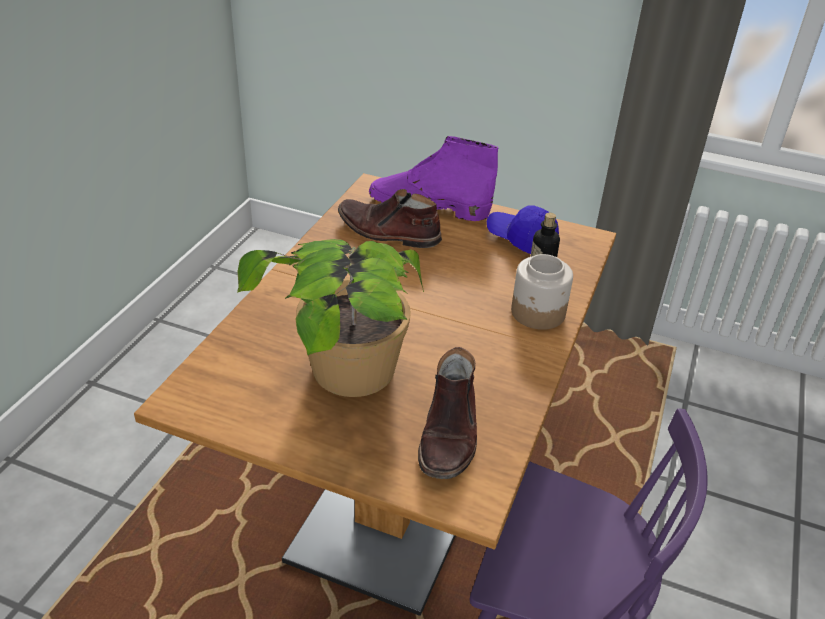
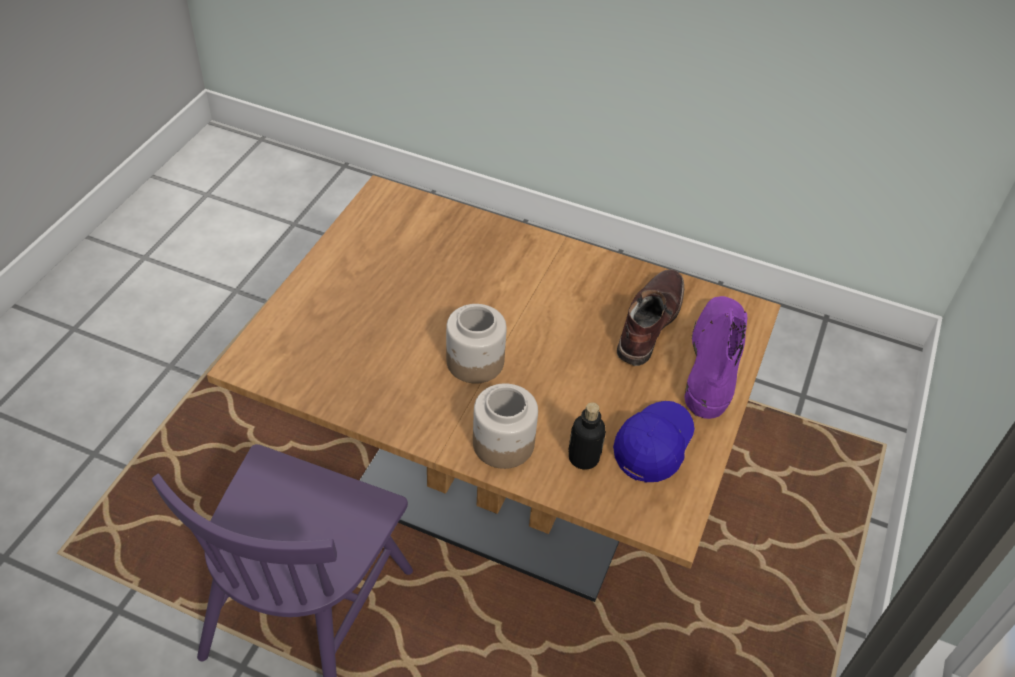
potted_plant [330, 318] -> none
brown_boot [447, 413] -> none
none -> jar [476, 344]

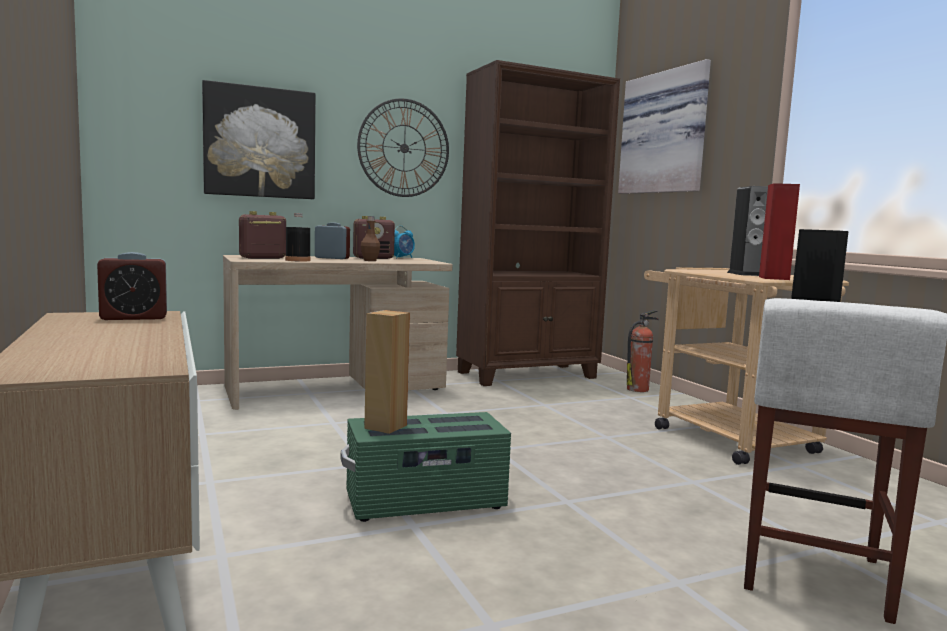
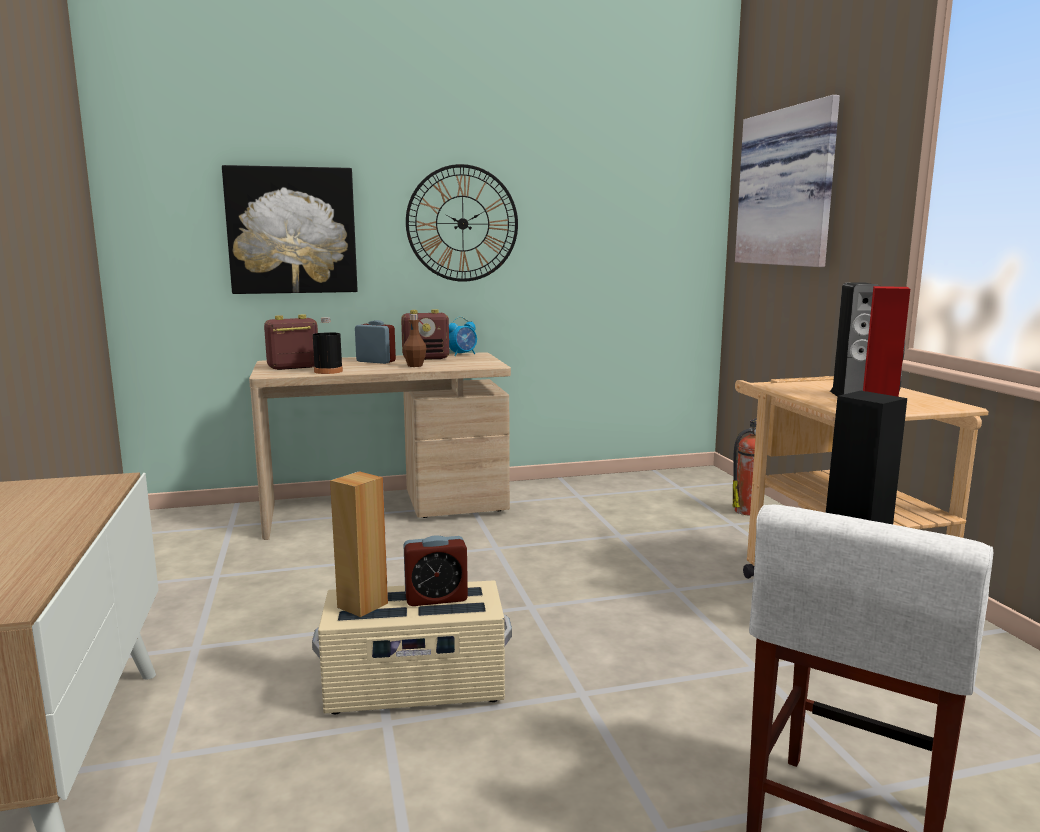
brown_bookcase [538, 223] -> none
alarm_clock [132, 286] -> alarm_clock [435, 570], relocated
green_storage_box [426, 467] -> beige_storage_box [412, 647]

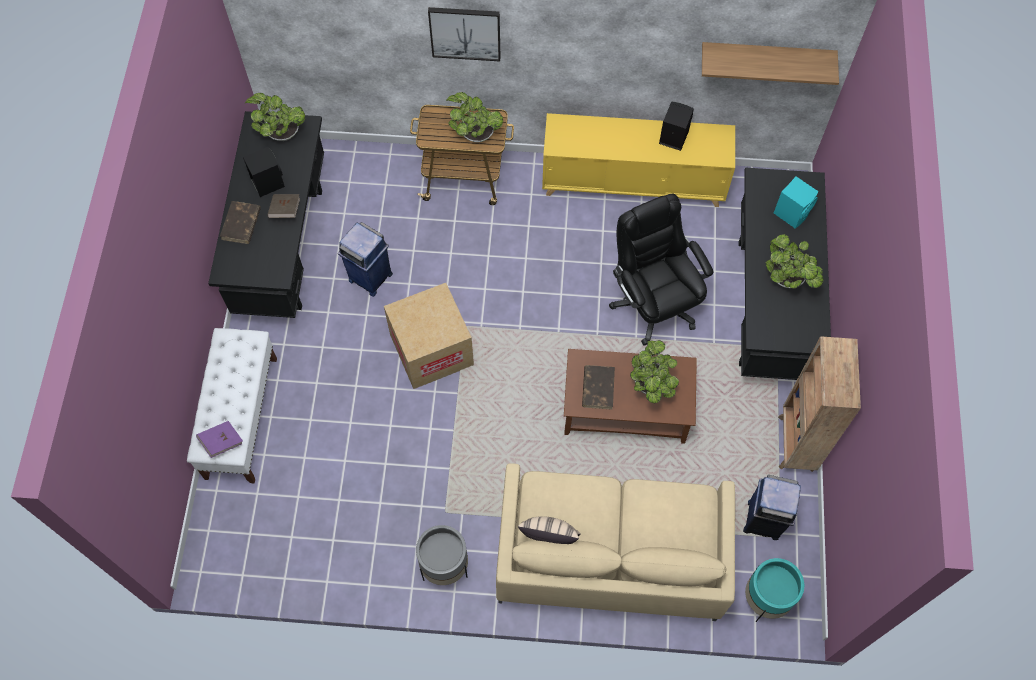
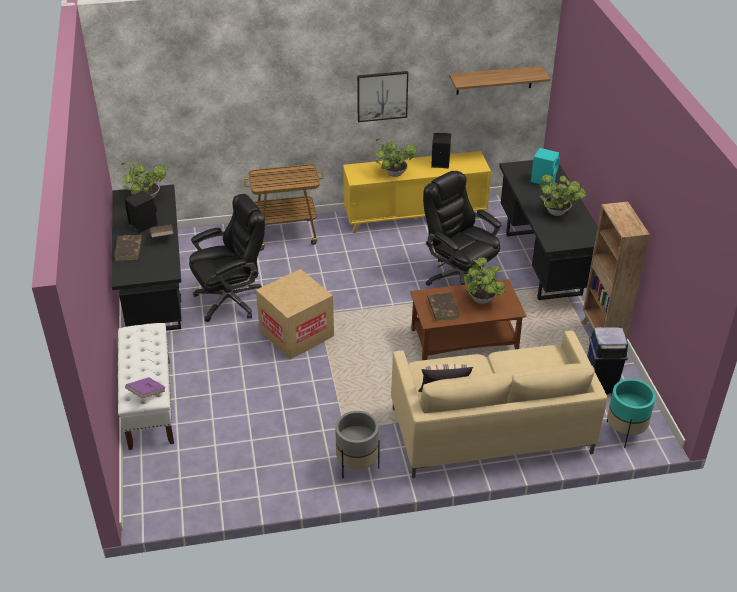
picture [464, 34] -> picture [382, 96], relocated
potted_plant [474, 117] -> potted_plant [393, 158], relocated
blue_trash_can [365, 259] -> black_office_chair [227, 258]

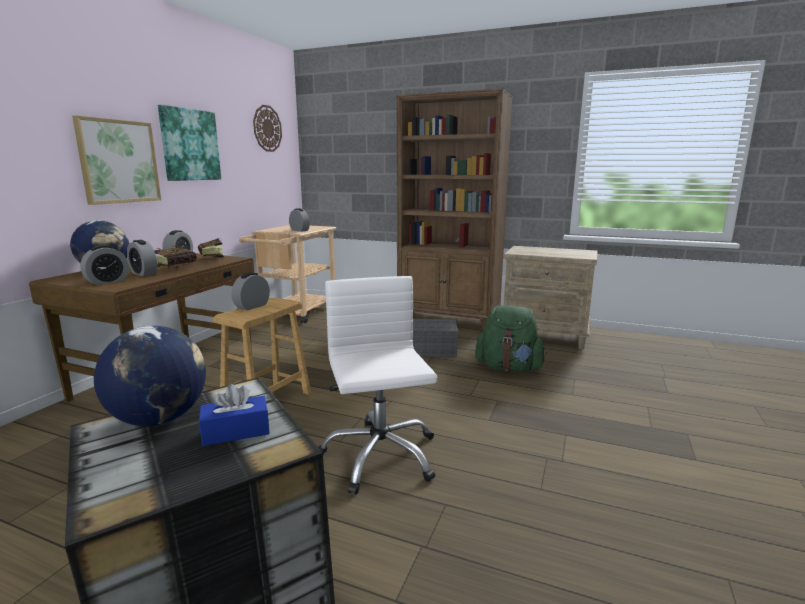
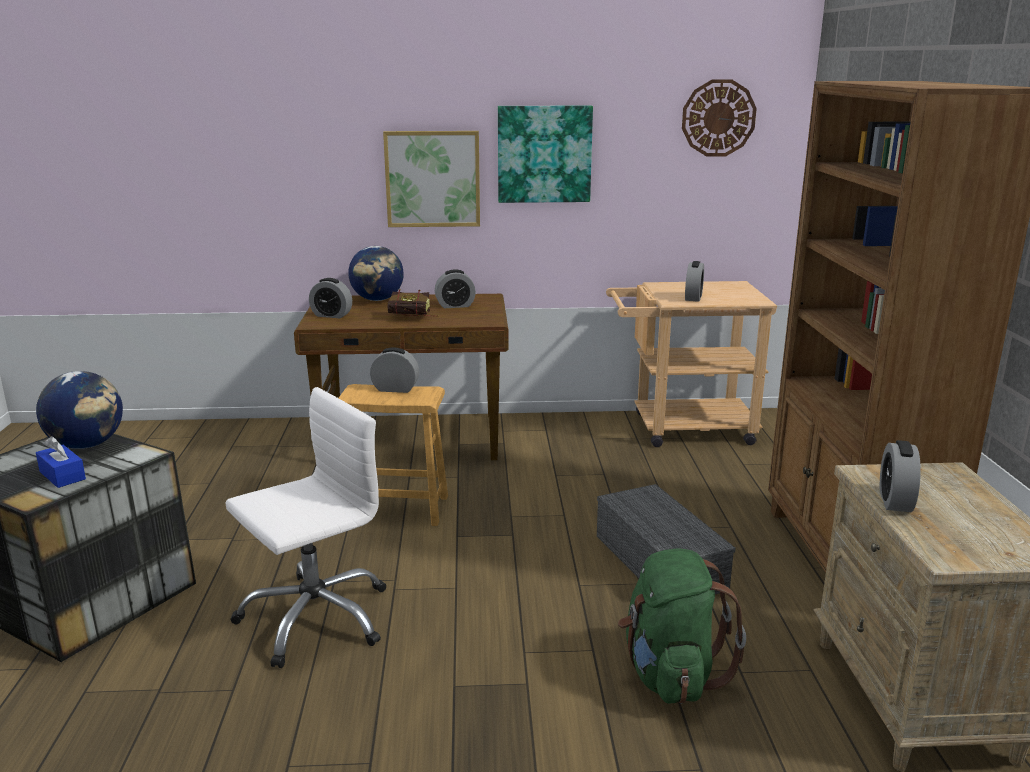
book [211, 250] -> none
alarm_clock [142, 258] -> alarm_clock [900, 476], relocated

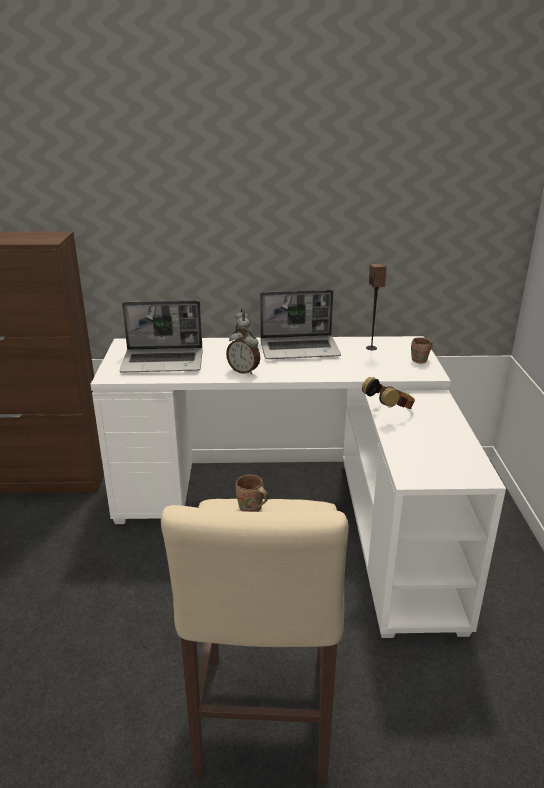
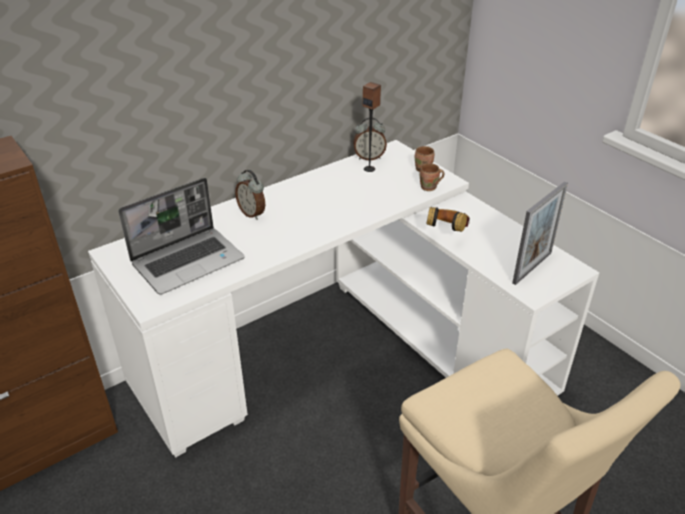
laptop [300, 324] -> none
none -> picture_frame [540, 233]
alarm_clock [243, 351] -> alarm_clock [370, 139], relocated
brown_mug [252, 493] -> brown_mug [432, 177], relocated

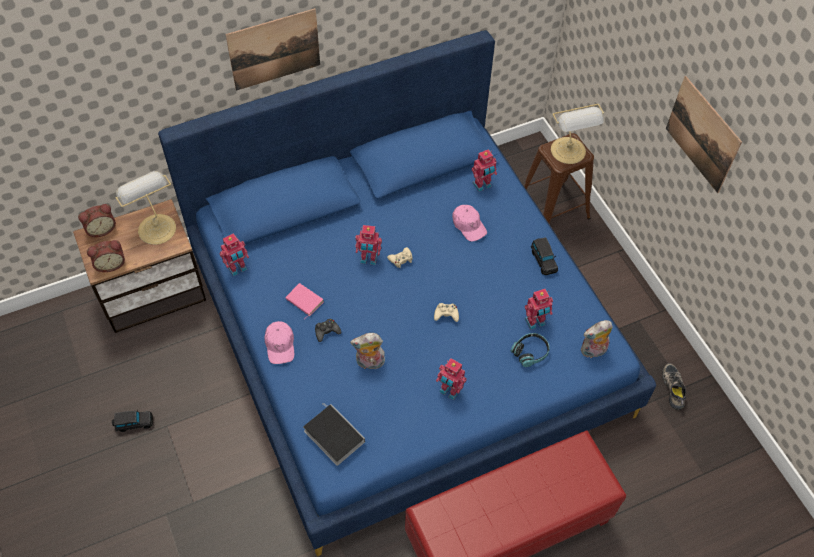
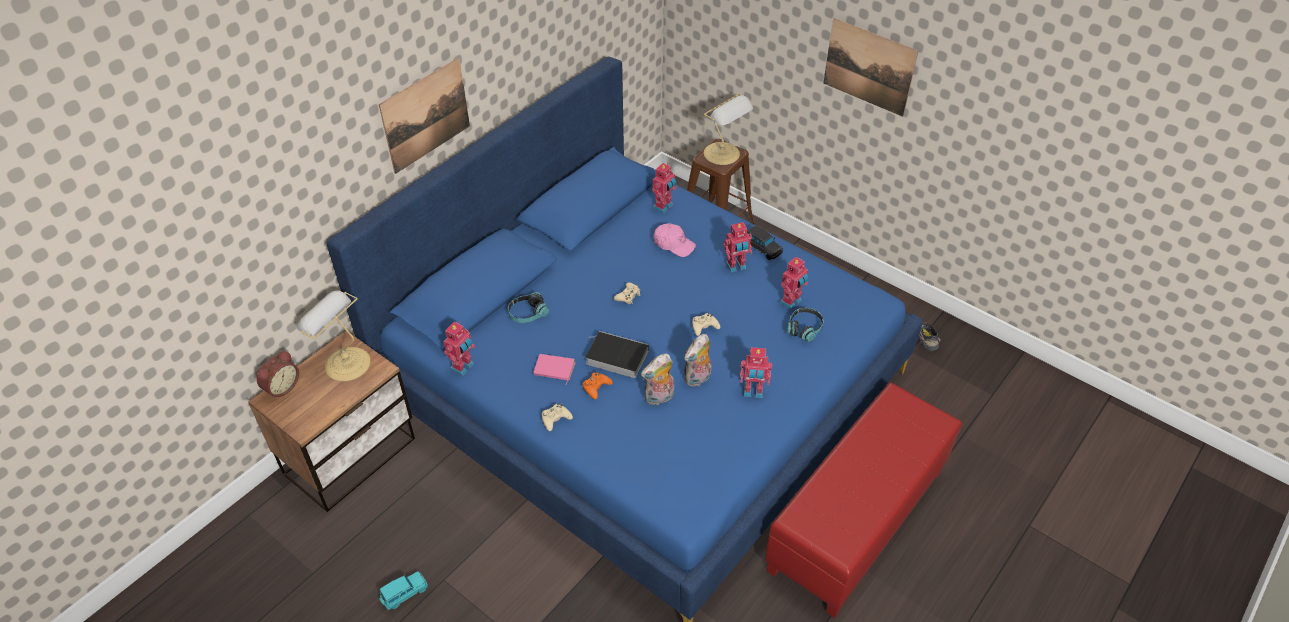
alarm_clock [106, 256] -> none
none -> headphones [528, 307]
book [334, 434] -> book [617, 354], relocated
toy_robot [368, 245] -> toy_robot [737, 247], relocated
plush_toy [597, 339] -> plush_toy [698, 360], relocated
pink_cap [279, 342] -> beige_game_controller [557, 417]
black_toy_car [132, 420] -> turquoise_toy_car [403, 590]
black_game_controller [328, 330] -> orange_game_controller [598, 385]

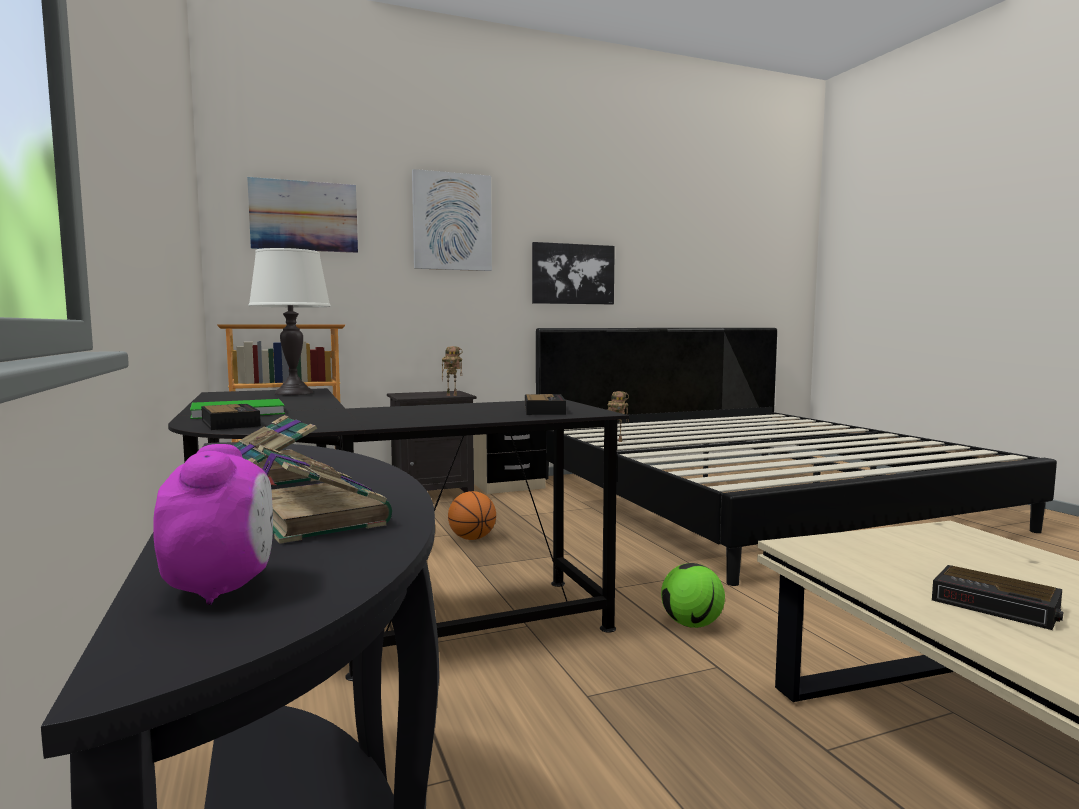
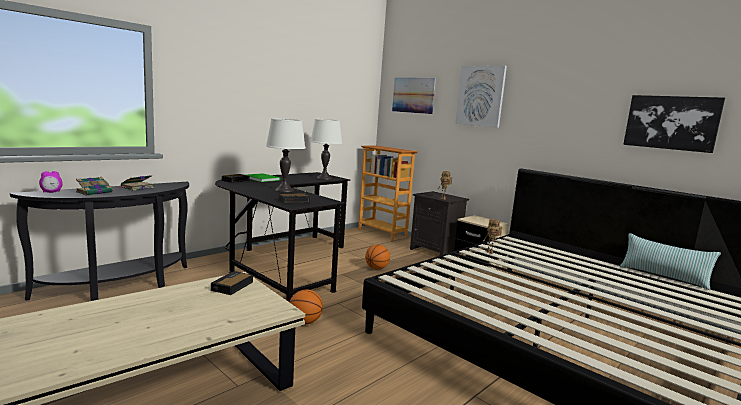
none -> white_table_lamp [286, 155]
none -> pillow [670, 261]
picture [573, 273] -> picture [674, 124], relocated
alarm_clock [997, 597] -> alarm_clock [232, 283], relocated
football [693, 595] -> basketball [306, 307]

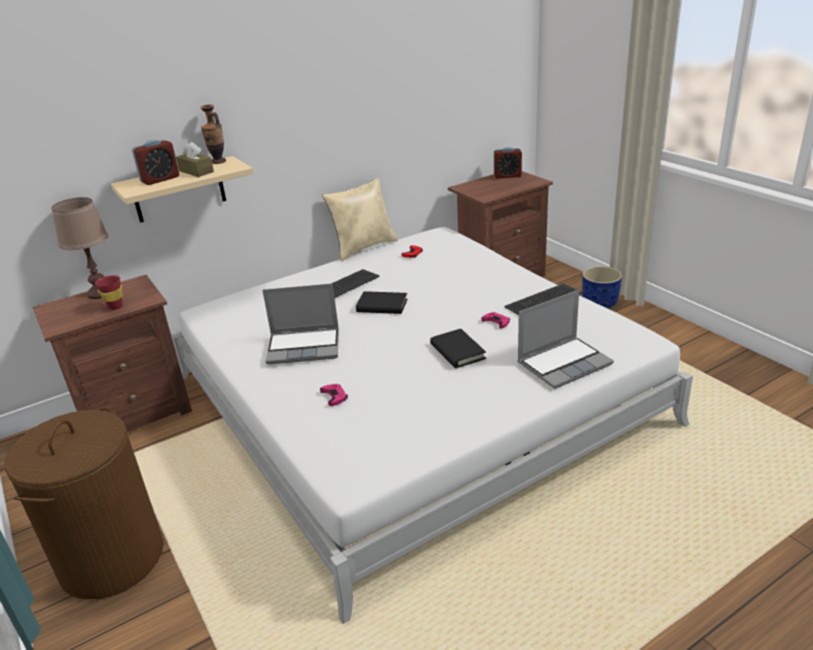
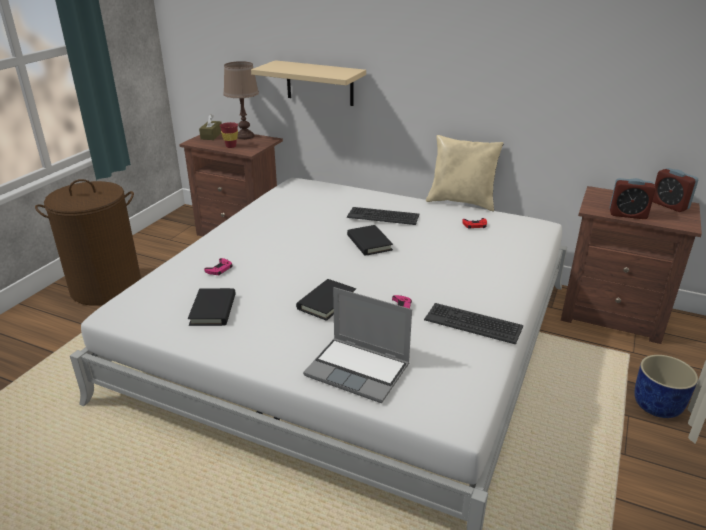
vase [213, 134] -> none
laptop [300, 324] -> none
none -> black_book [212, 307]
alarm_clock [155, 162] -> alarm_clock [633, 198], relocated
brown_tissue_box [195, 159] -> brown_tissue_box [210, 127], relocated

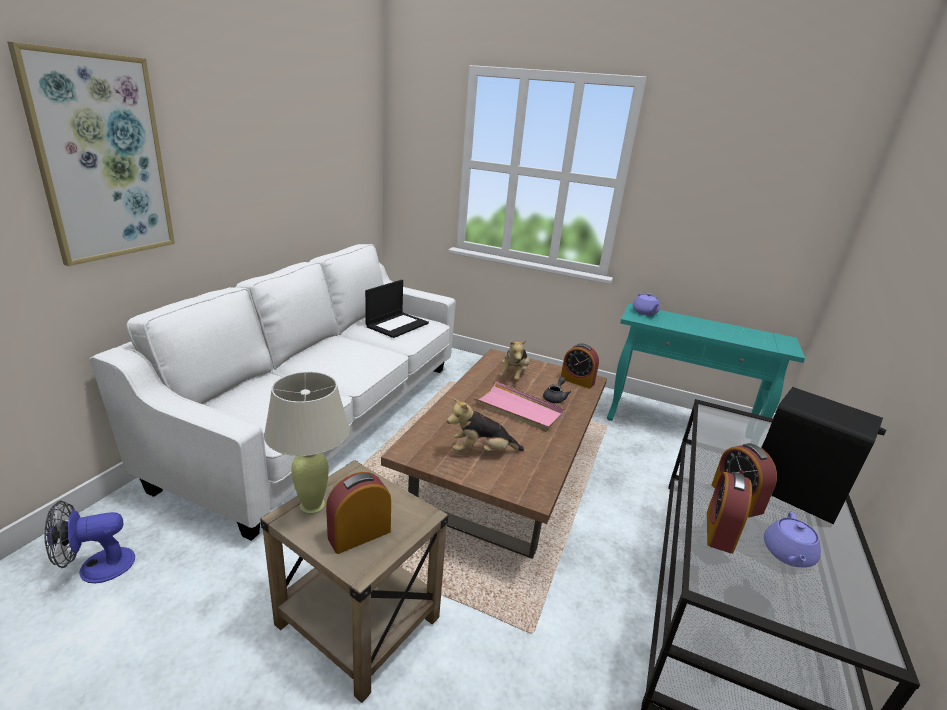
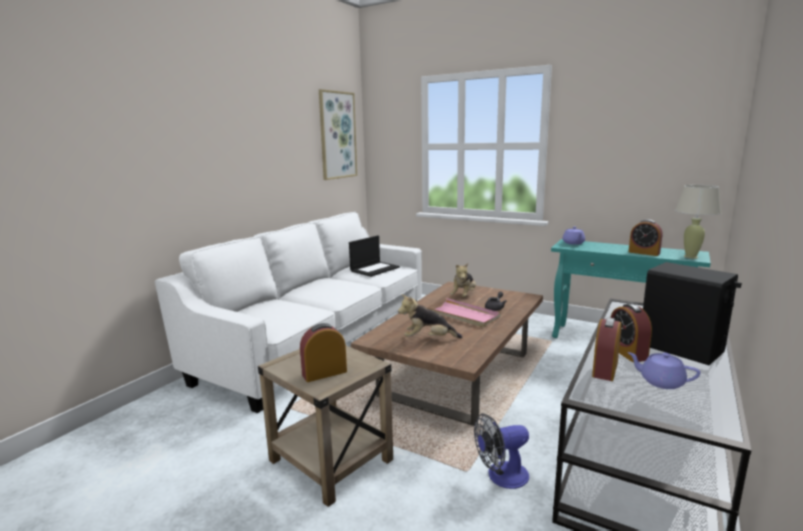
picture [91, 153] -> picture [338, 134], relocated
fan [90, 542] -> fan [501, 451], relocated
beige_table_lamp [307, 443] -> beige_table_lamp [698, 222], relocated
alarm_clock [580, 366] -> alarm_clock [645, 237], relocated
purple_teapot [792, 540] -> purple_teapot [663, 370], 90 degrees clockwise

